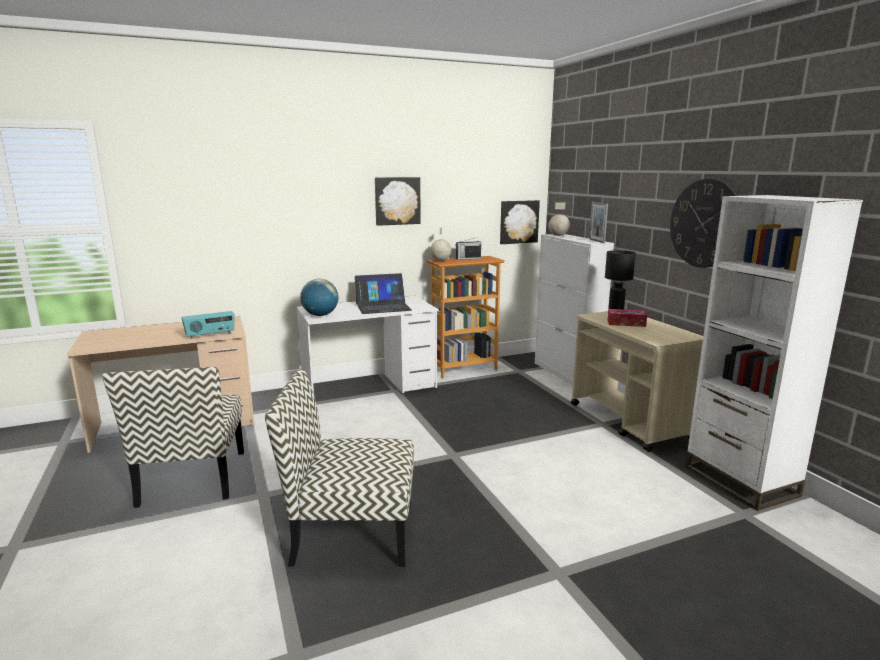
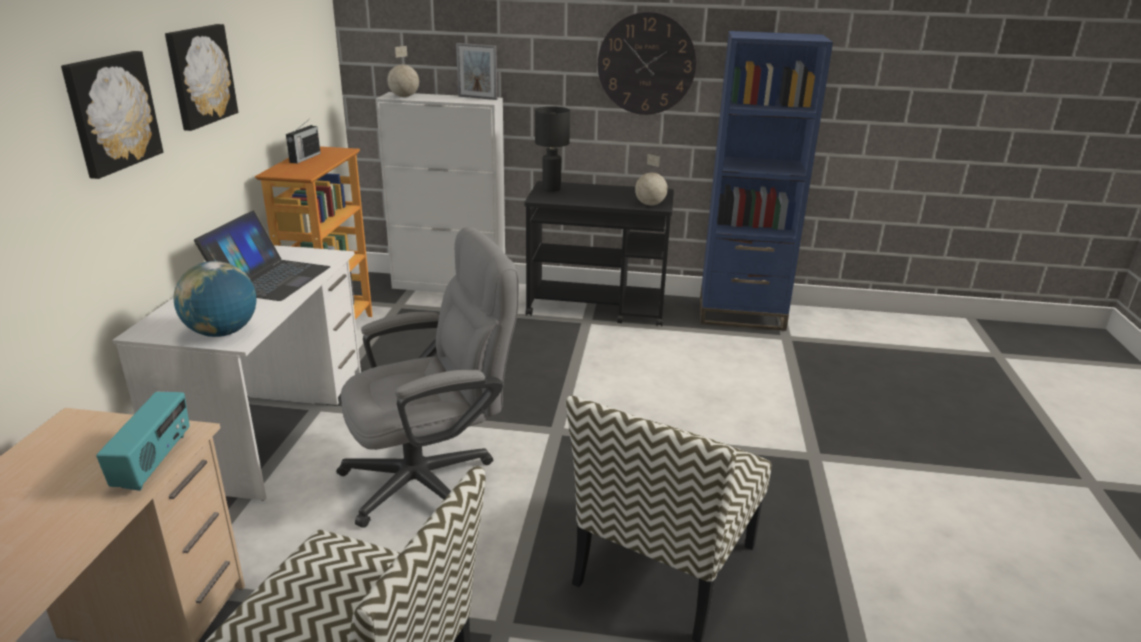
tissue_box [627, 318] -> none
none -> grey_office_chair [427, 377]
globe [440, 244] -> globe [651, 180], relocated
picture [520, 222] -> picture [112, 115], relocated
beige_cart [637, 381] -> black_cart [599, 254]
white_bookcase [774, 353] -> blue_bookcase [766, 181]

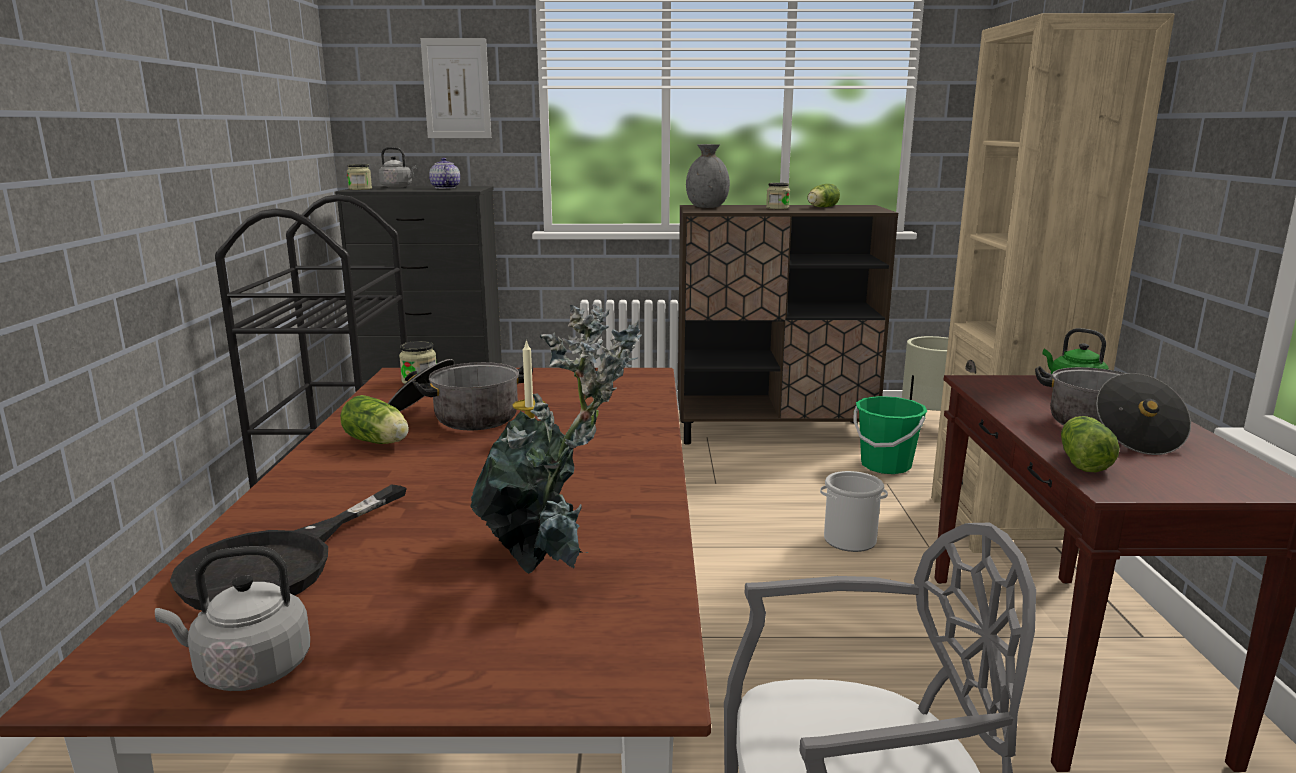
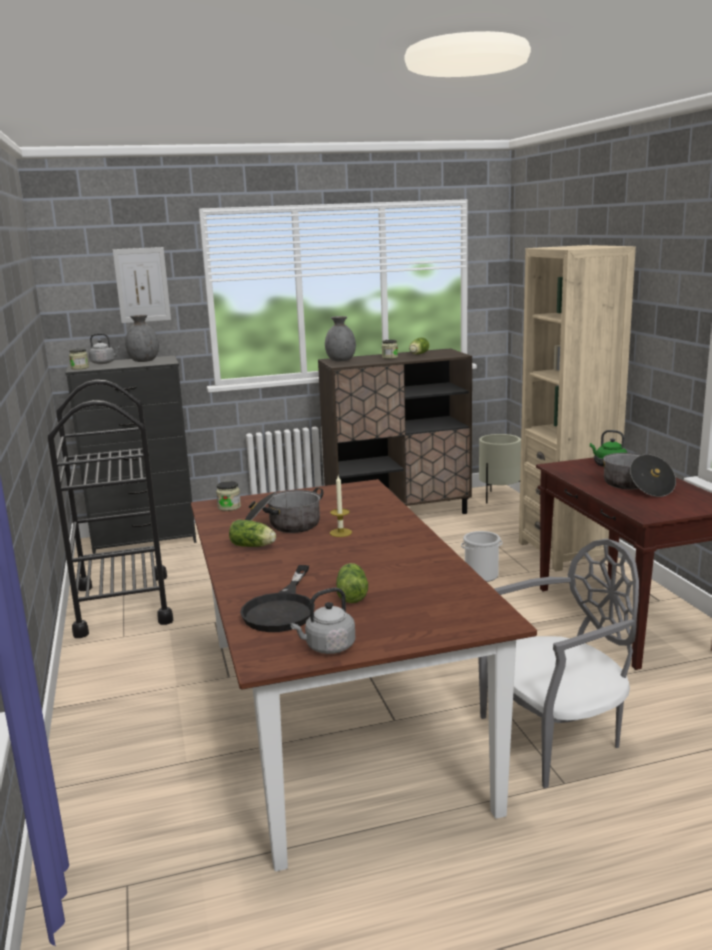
potted_plant [556, 439] -> none
green_bucket [890, 435] -> none
lettuce [1090, 444] -> lettuce [352, 583], relocated
teapot [444, 173] -> grey_vase [142, 338]

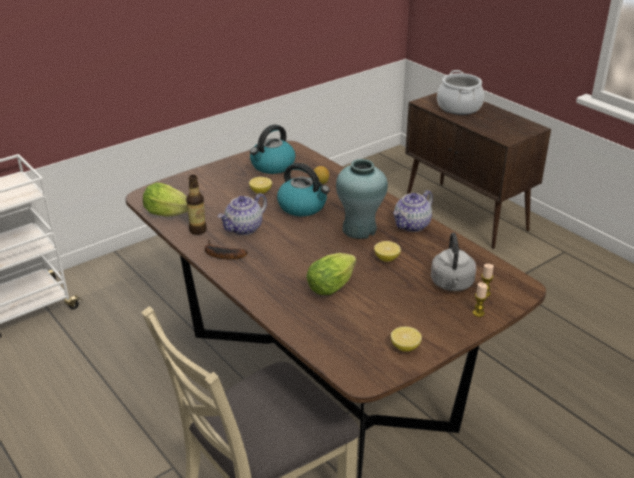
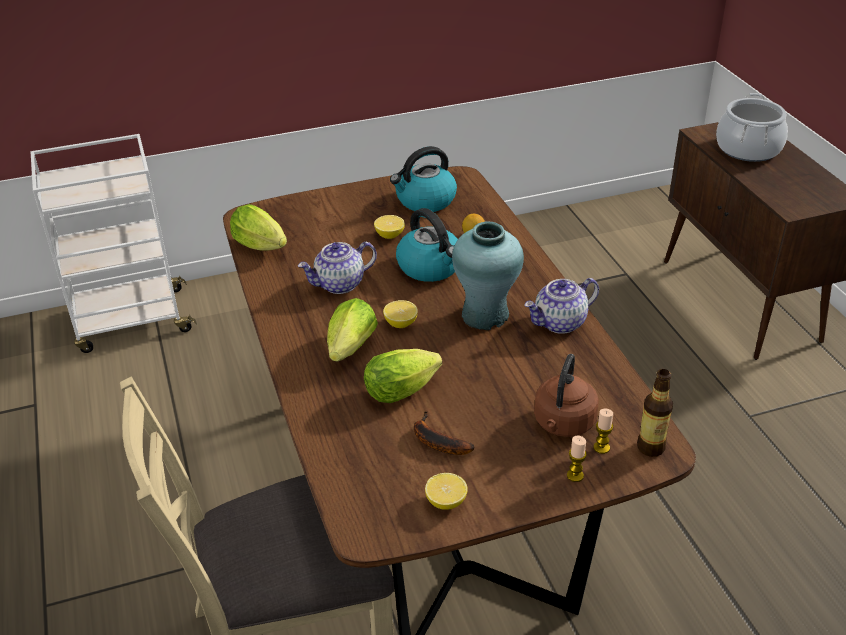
none -> lettuce [352, 330]
bottle [196, 205] -> bottle [655, 413], relocated
banana [226, 250] -> banana [444, 433], relocated
lemon [387, 251] -> lemon [400, 314], relocated
grey_kettle [453, 261] -> brown_kettle [566, 395]

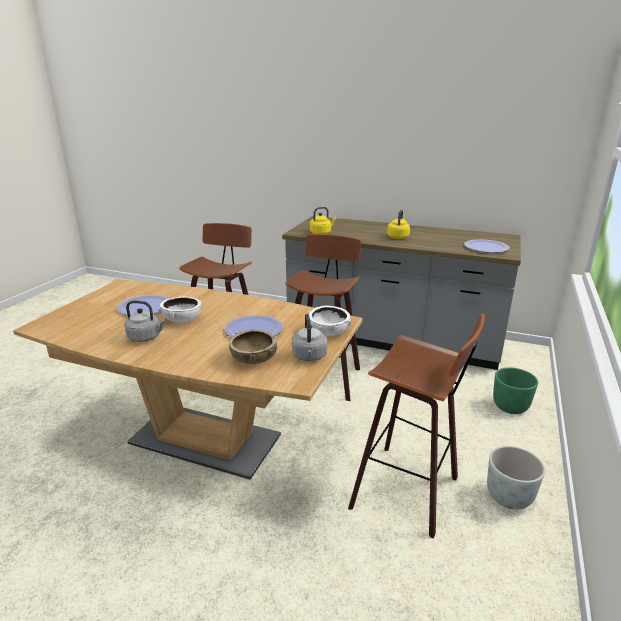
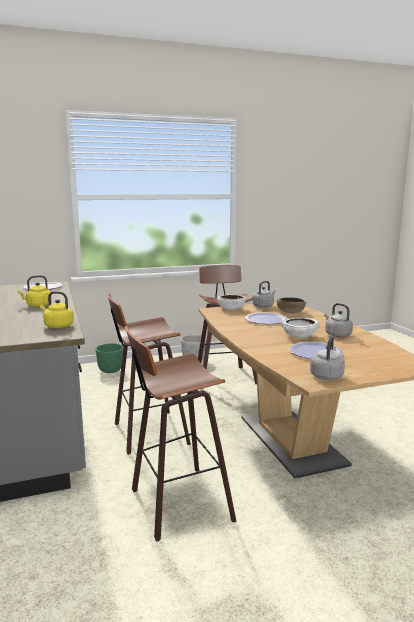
none -> grey_kettle [327, 358]

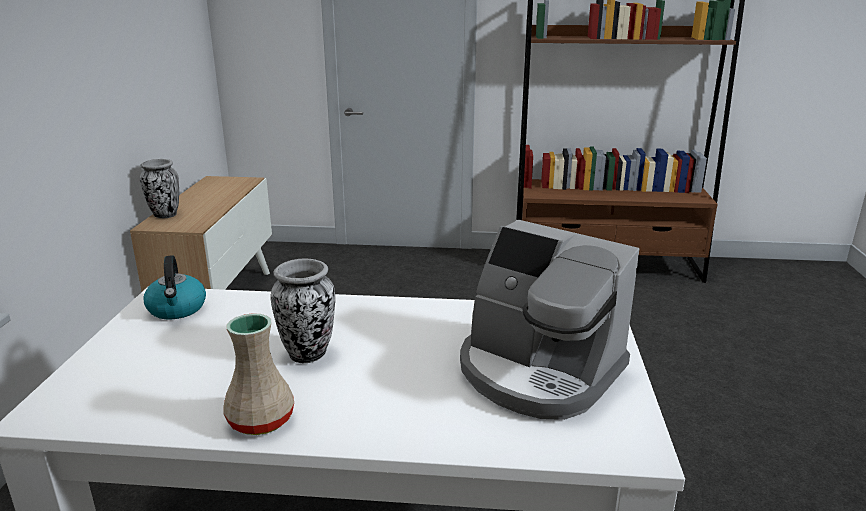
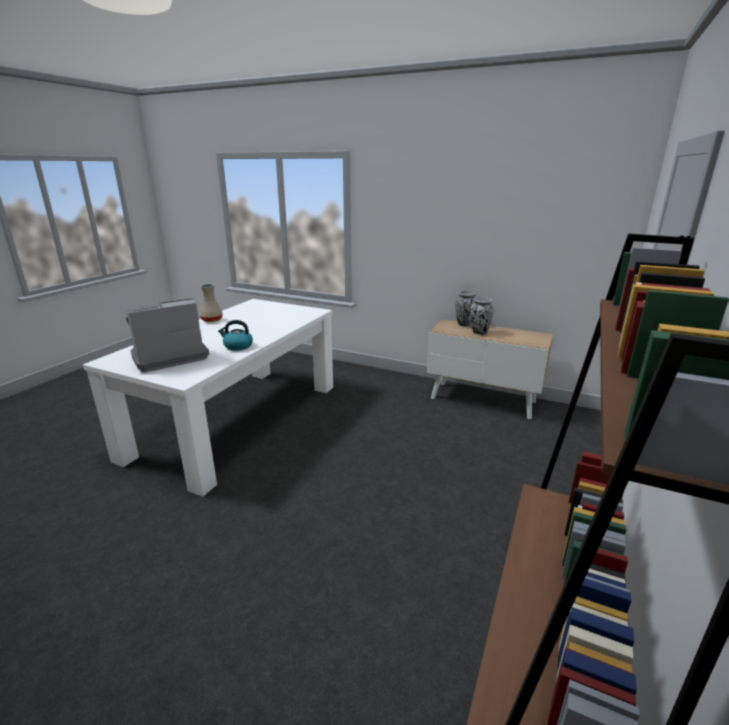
kettle [174, 287] -> kettle [235, 335], relocated
vase [303, 311] -> vase [482, 316], relocated

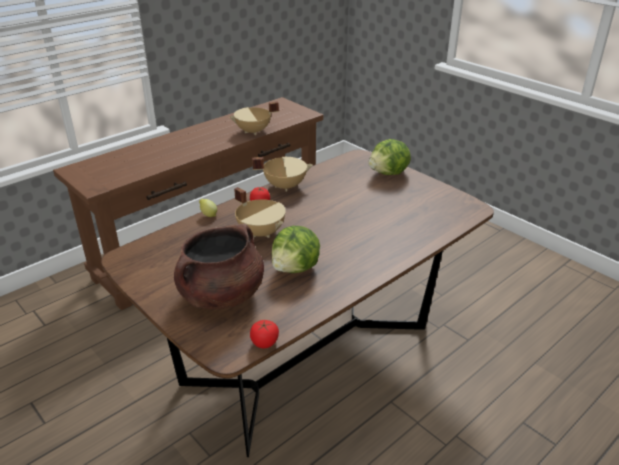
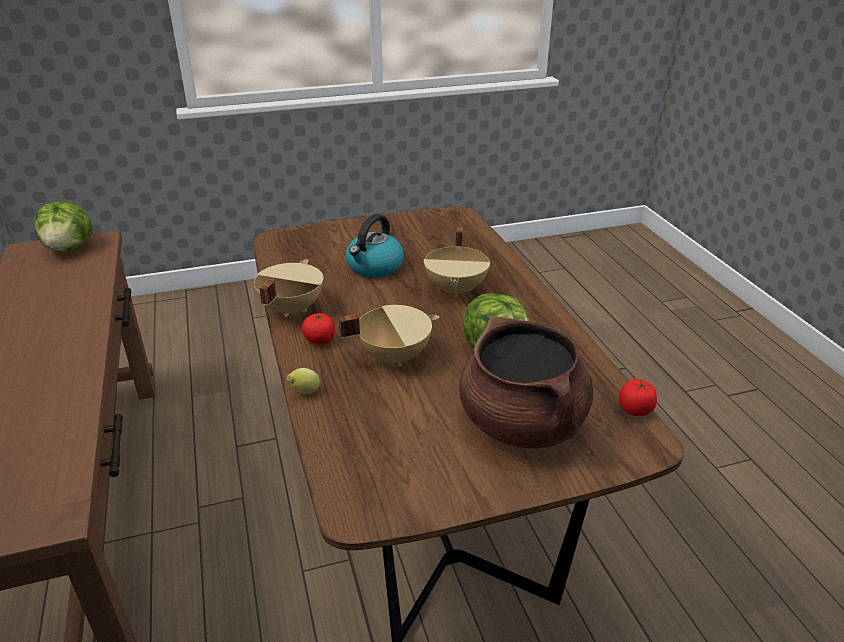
none -> kettle [375, 246]
beige_cooking_pot [254, 118] -> beige_cooking_pot [457, 261], relocated
lettuce [389, 157] -> lettuce [63, 226], relocated

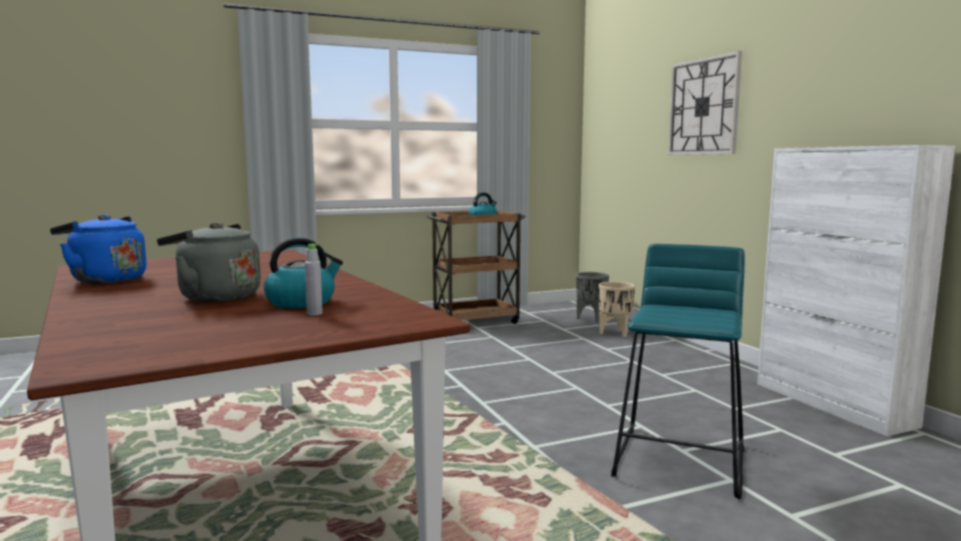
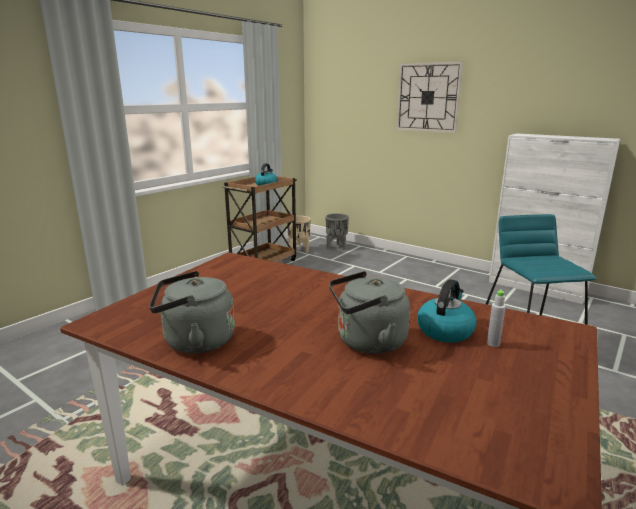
beige_planter [617, 309] -> beige_planter [299, 234], relocated
blue_kettle [98, 249] -> grey_kettle [192, 312]

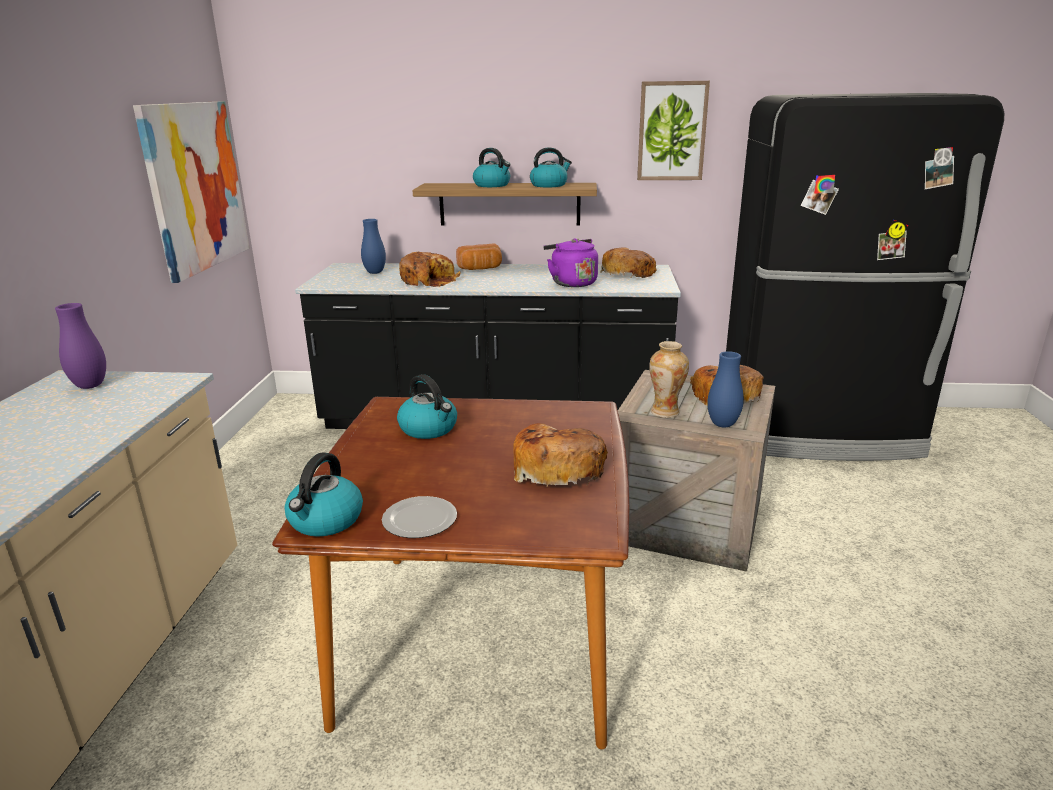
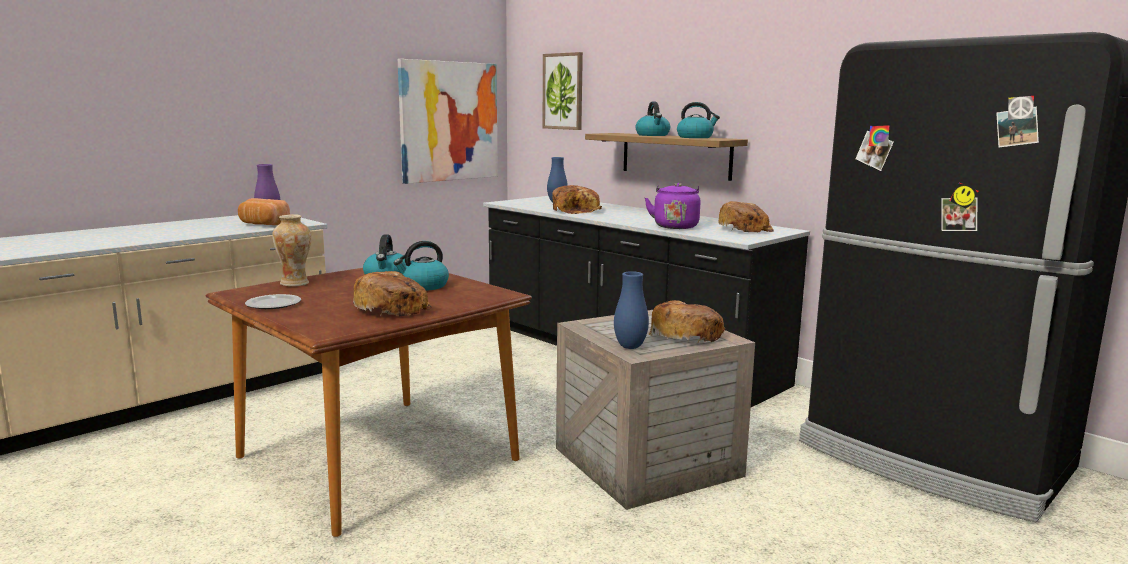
kettle [324, 494] -> kettle [421, 266], relocated
bread [479, 257] -> bread [264, 211], relocated
picture [673, 130] -> picture [563, 91], relocated
vase [669, 379] -> vase [291, 250], relocated

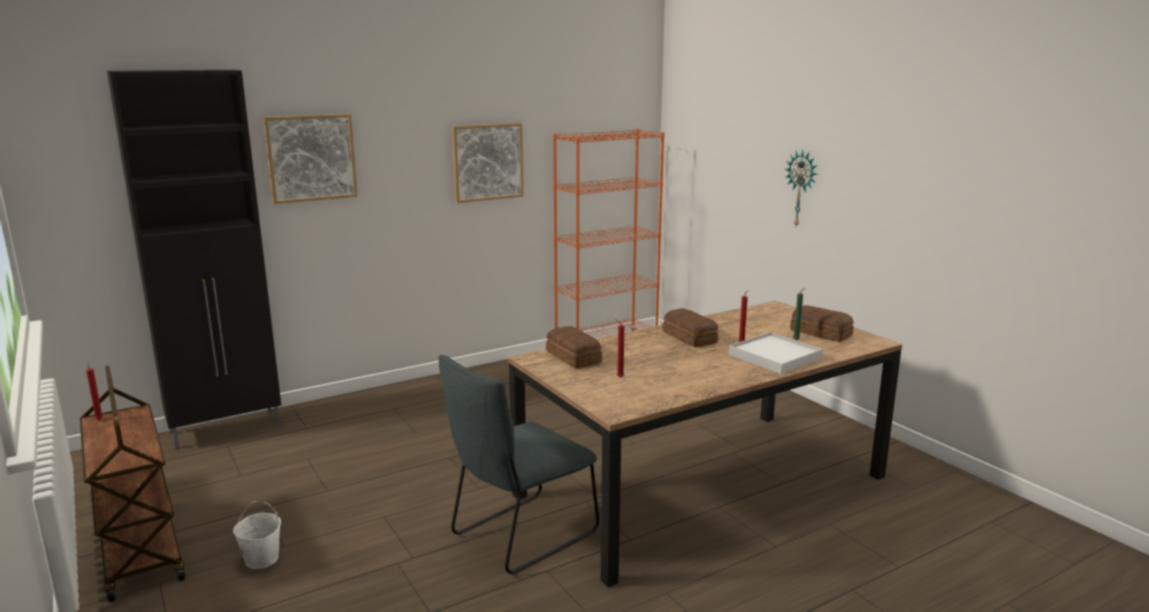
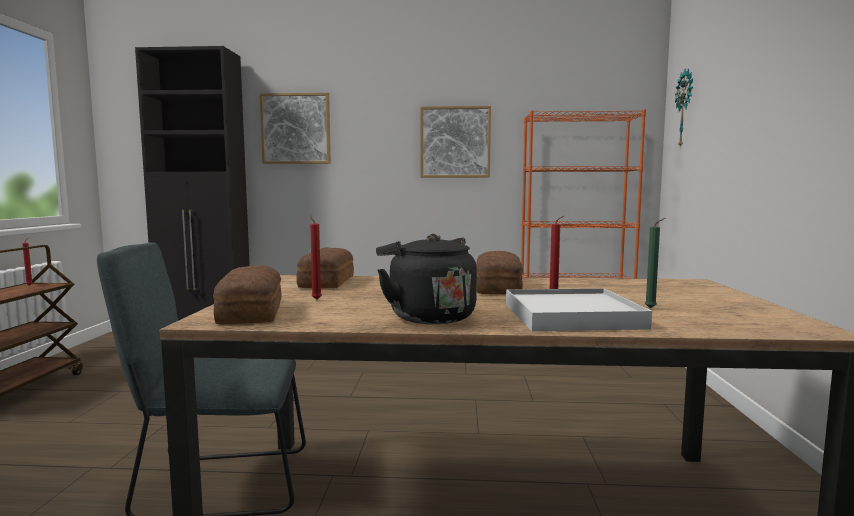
white_bucket [257, 535] -> none
none -> black_kettle [426, 279]
wall_clock [801, 188] -> wall_clock [684, 107], relocated
bread [822, 323] -> bread [247, 295], relocated

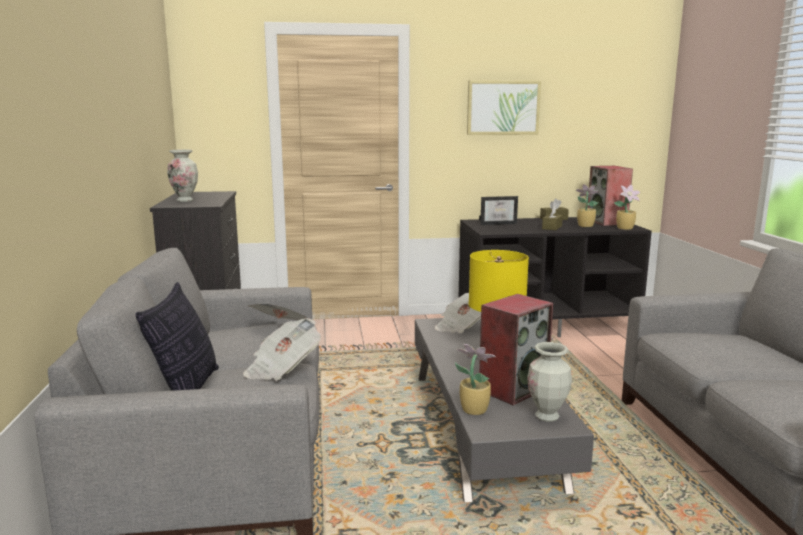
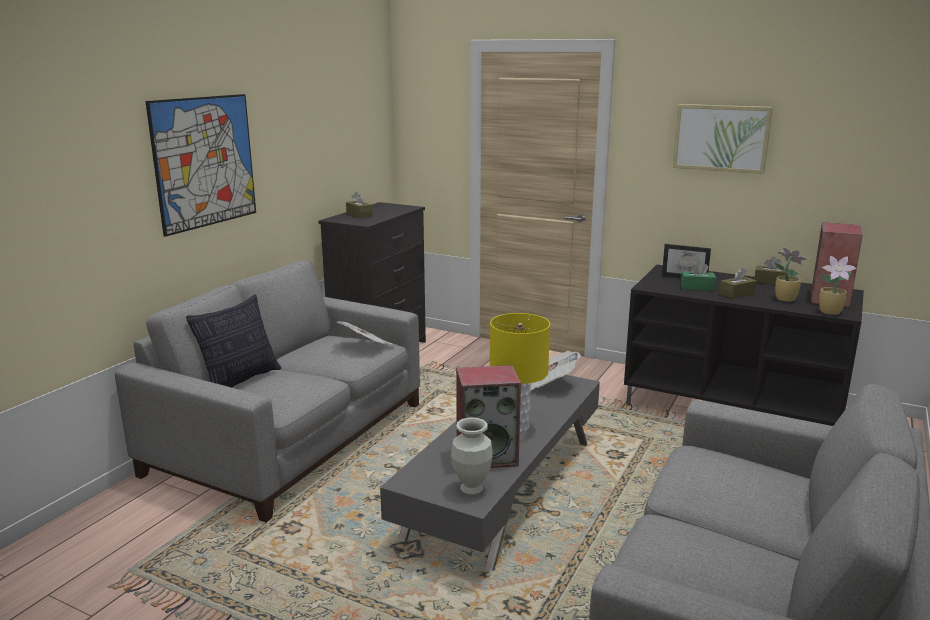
newspaper [282, 349] -> none
potted_plant [475, 379] -> none
none -> picture [200, 165]
none -> green_tissue_box [698, 276]
vase [182, 175] -> brown_tissue_box [359, 205]

